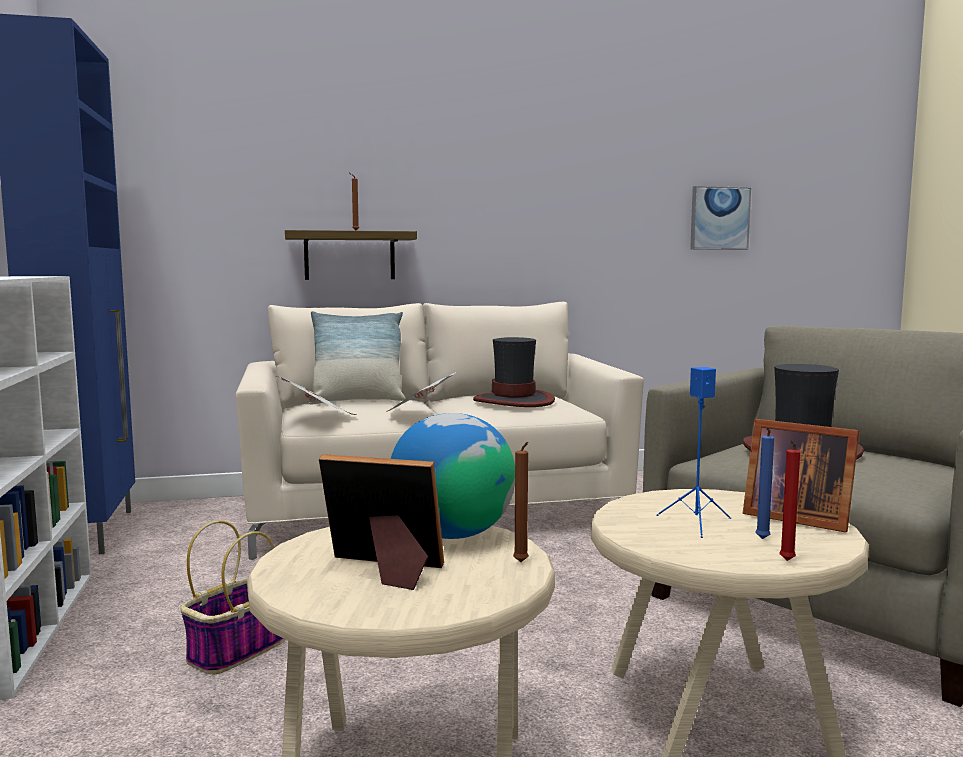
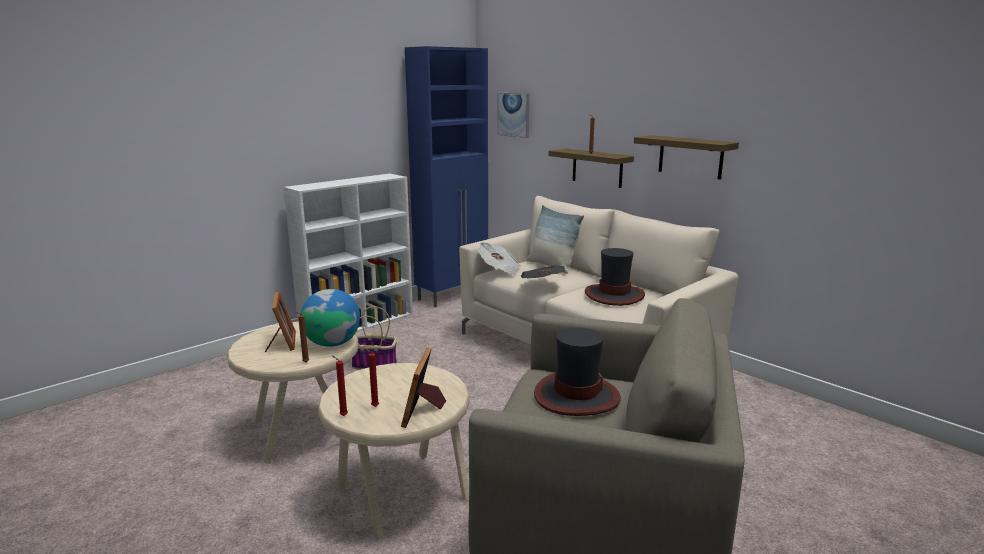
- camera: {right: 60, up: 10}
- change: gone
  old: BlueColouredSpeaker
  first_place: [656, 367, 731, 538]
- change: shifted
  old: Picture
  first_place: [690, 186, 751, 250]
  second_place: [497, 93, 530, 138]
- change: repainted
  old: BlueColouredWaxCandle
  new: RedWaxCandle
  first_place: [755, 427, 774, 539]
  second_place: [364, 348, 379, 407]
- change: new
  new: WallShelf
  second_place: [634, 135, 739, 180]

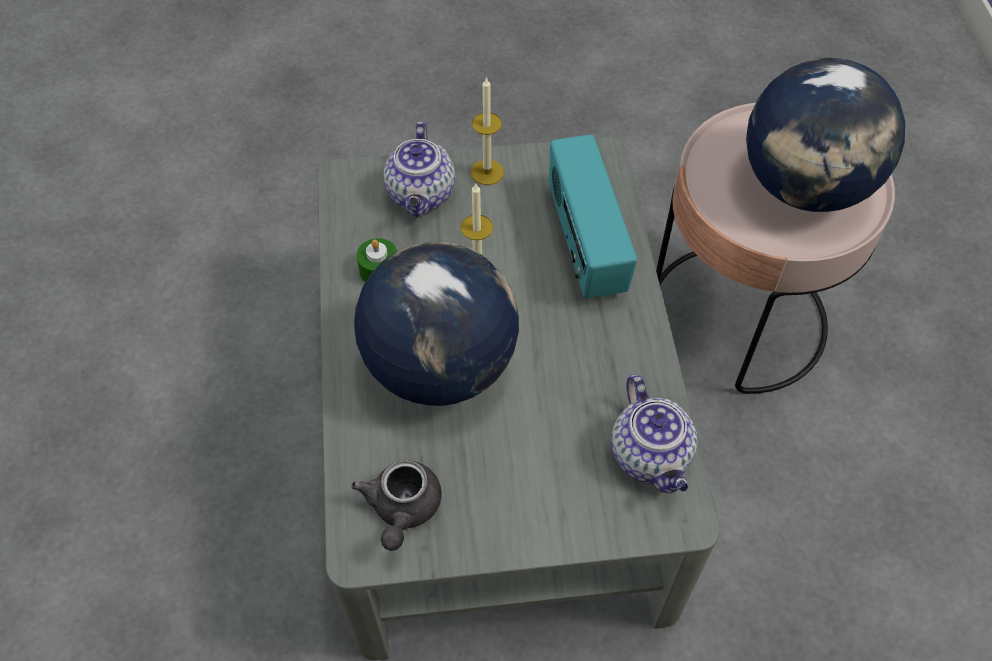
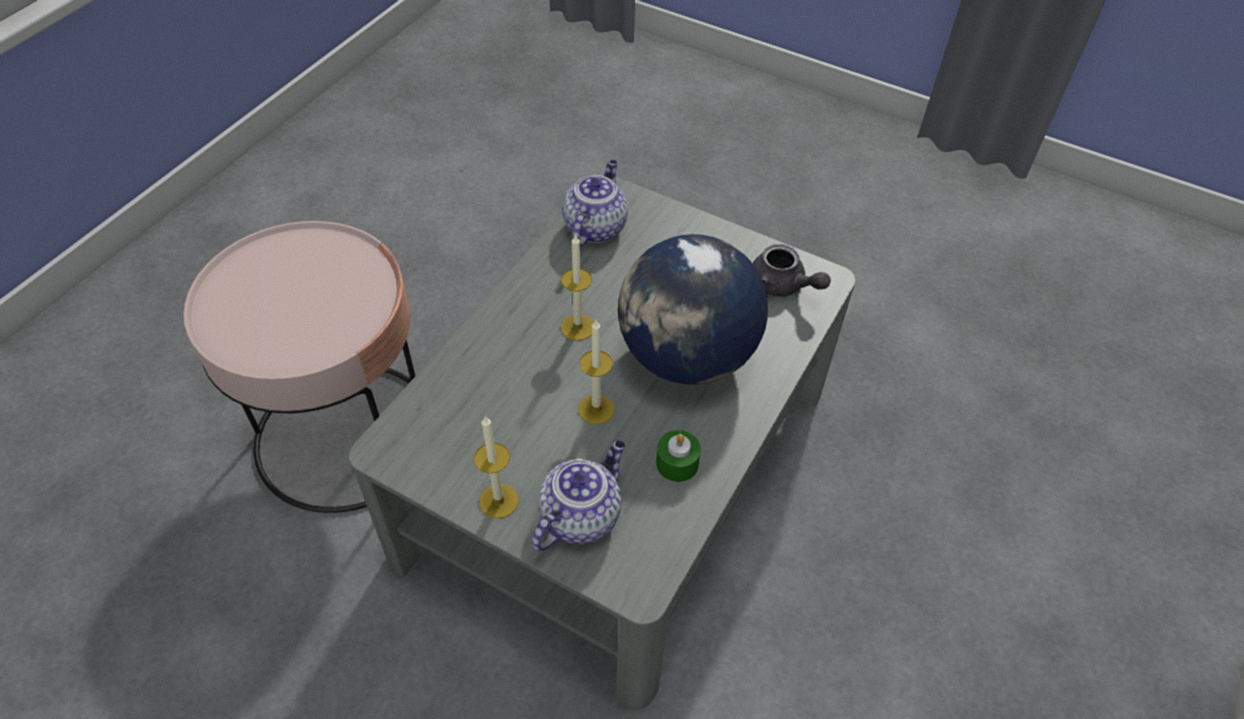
- camera: {right: -145, up: -5}
- change: rotated
  old: GrayTeapot
  first_place: [351, 460, 442, 551]
  second_place: [753, 244, 831, 297]
  degrees: 90
- change: gone
  old: RadioSet
  first_place: [549, 134, 637, 298]
- change: gone
  old: WorldGlobe
  first_place: [746, 58, 905, 212]
- change: new
  new: WaxCandle
  second_place: [561, 234, 594, 341]

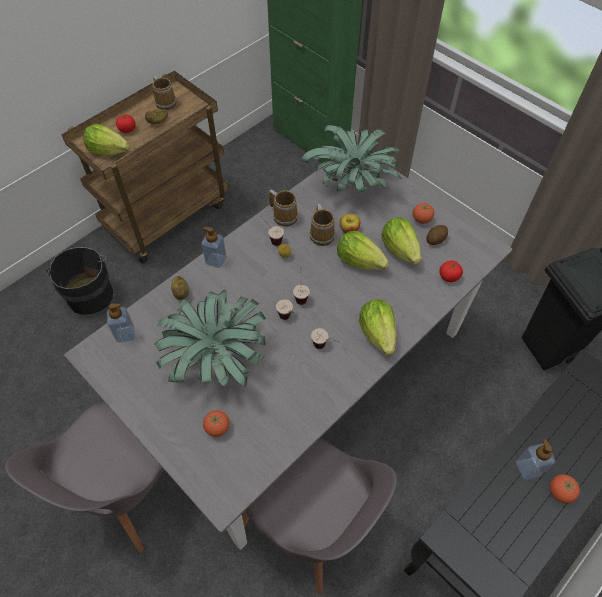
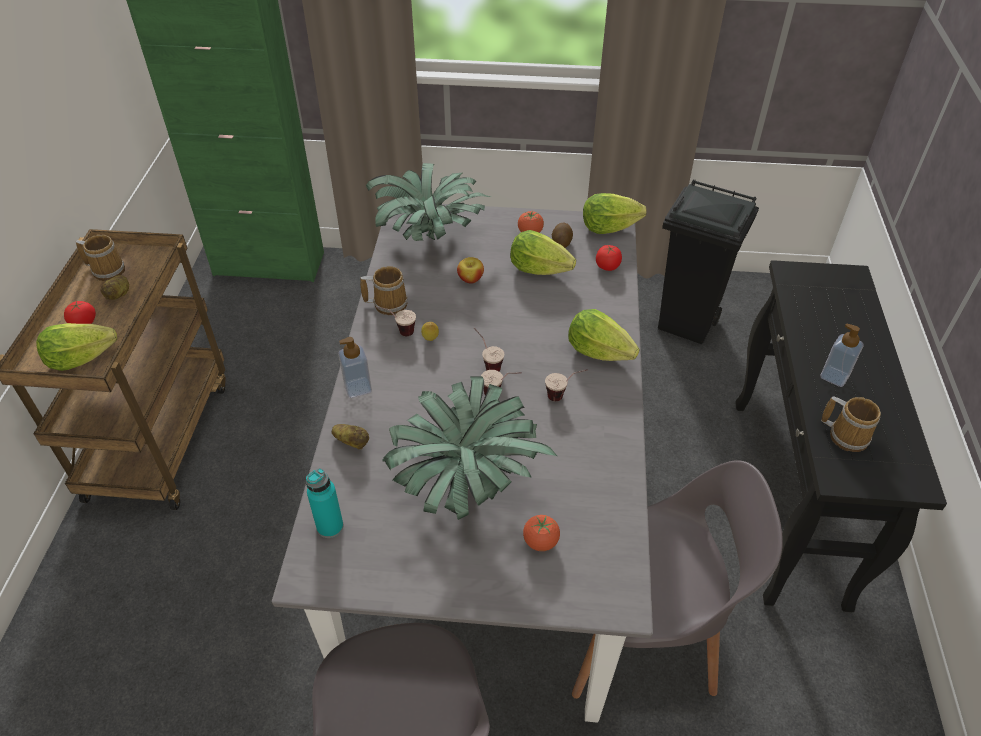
- camera: {right: -40, up: -10}
- change: gone
  old: BlackPail
  first_place: [46, 247, 113, 315]
- change: swapped
  old: SoapDispenser
  new: TurquoiseColouredBottle
  first_place: [107, 303, 135, 343]
  second_place: [306, 468, 344, 538]
- change: shifted
  old: TeaMug
  first_place: [310, 204, 335, 246]
  second_place: [821, 396, 881, 452]
- change: shifted
  old: LettuceHead
  first_place: [337, 231, 389, 270]
  second_place: [583, 193, 647, 234]
- change: gone
  old: WholeTomato
  first_place: [550, 474, 580, 503]

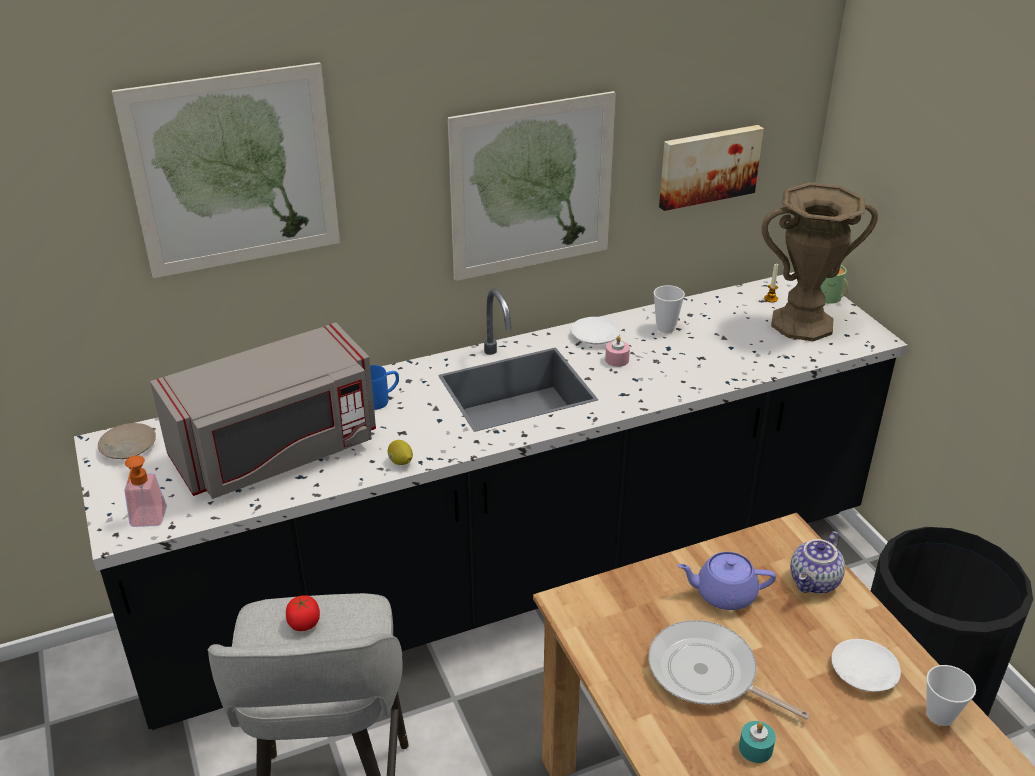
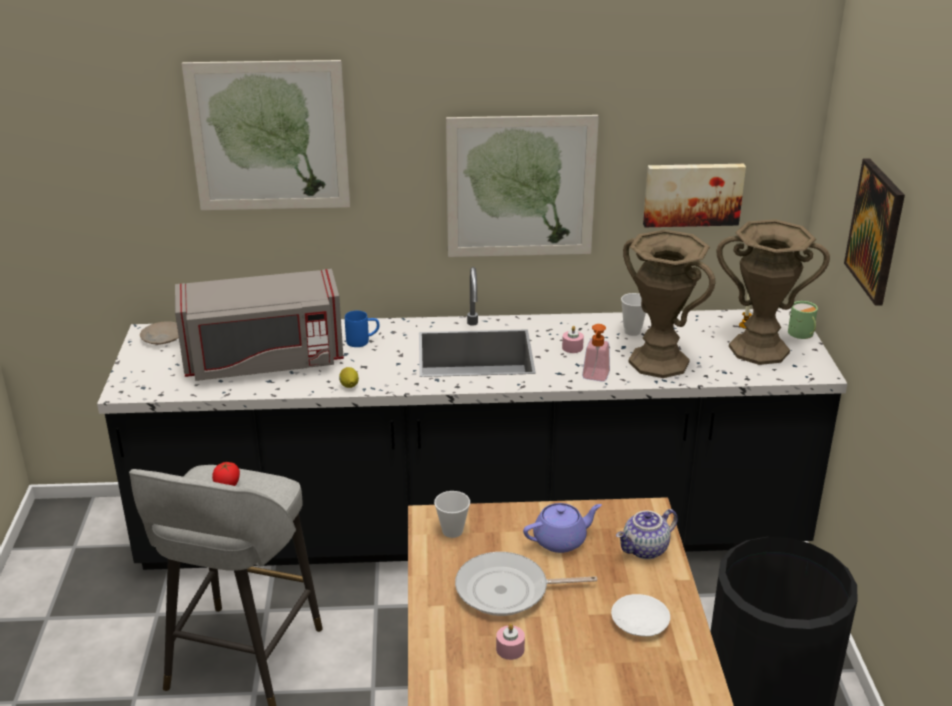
- camera: {right: 20, up: -5}
- change: shifted
  old: SoapDispenser
  first_place: [124, 455, 167, 527]
  second_place: [582, 324, 610, 382]
- change: gone
  old: WhiteColouredPlate
  first_place: [571, 317, 620, 345]
- change: rotated
  old: FryingPan
  first_place: [648, 620, 810, 720]
  second_place: [455, 552, 597, 616]
  degrees: -60
- change: rotated
  old: PurpleColouredTeapot
  first_place: [677, 552, 776, 610]
  second_place: [523, 503, 602, 553]
  degrees: 135
- change: repainted
  old: TurquoiseColouredWaxCandle
  new: PinkishWaxCandle
  first_place: [739, 721, 776, 763]
  second_place: [496, 624, 525, 660]
- change: shifted
  old: SmallCup
  first_place: [926, 665, 976, 726]
  second_place: [434, 491, 470, 538]
- change: new
  new: BrownColouredFlowerVase
  second_place: [623, 229, 715, 378]
- change: new
  new: Picture
  second_place: [844, 158, 905, 306]

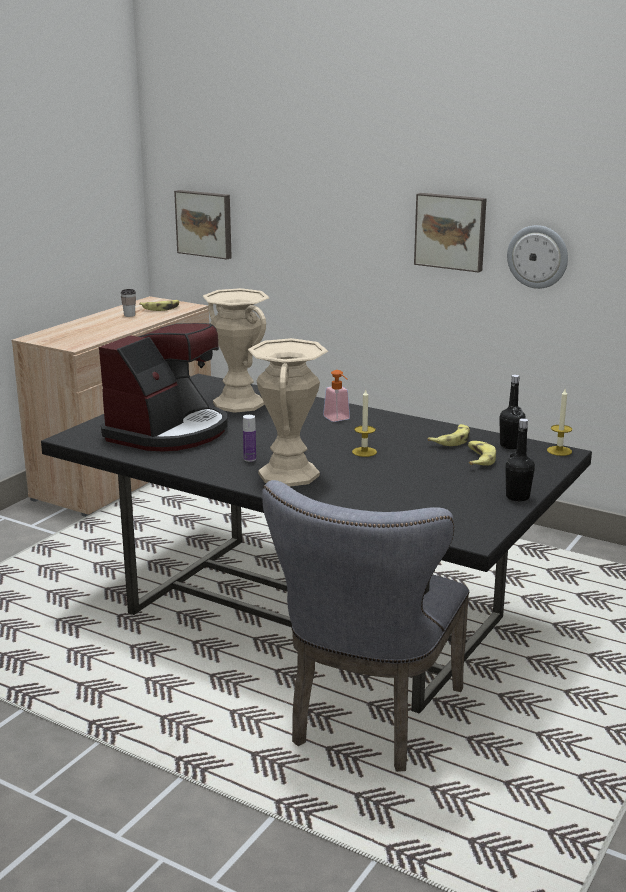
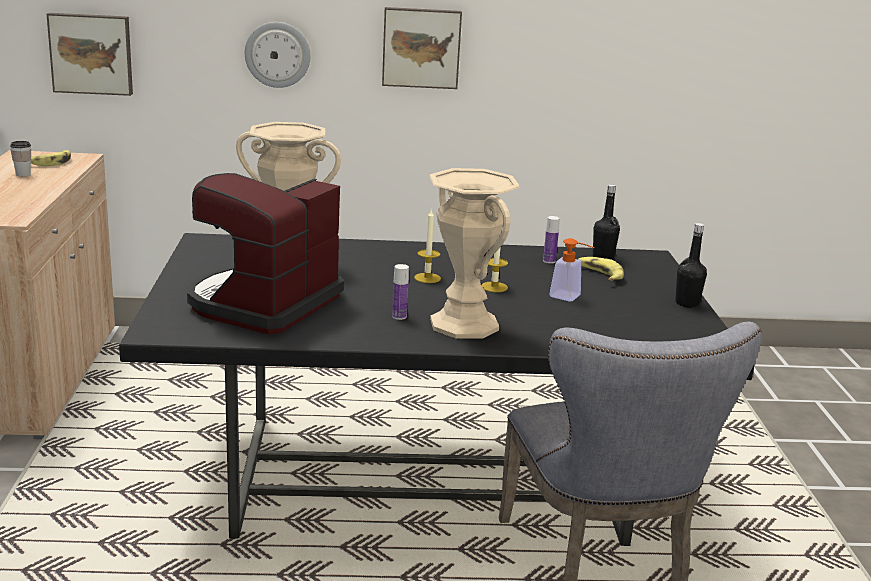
- camera: {right: -35, up: 0}
- change: rotated
  old: CoffeeMachine
  first_place: [99, 323, 228, 451]
  second_place: [187, 173, 344, 334]
  degrees: -150
- change: shifted
  old: SoapDispenser
  first_place: [323, 370, 350, 422]
  second_place: [550, 238, 595, 301]
- change: swapped
  old: BananaFruit
  new: Bottle
  first_place: [428, 424, 470, 446]
  second_place: [543, 216, 560, 264]
- change: shifted
  old: HangingClock
  first_place: [507, 225, 568, 289]
  second_place: [245, 22, 310, 88]
- change: shifted
  old: WaxCandle
  first_place: [547, 389, 572, 456]
  second_place: [414, 210, 441, 283]

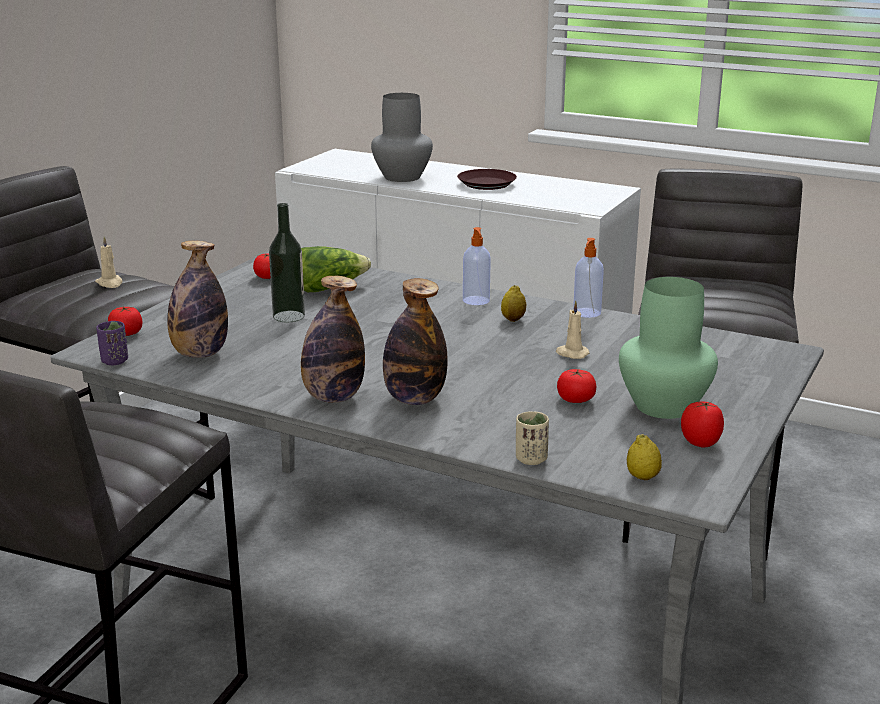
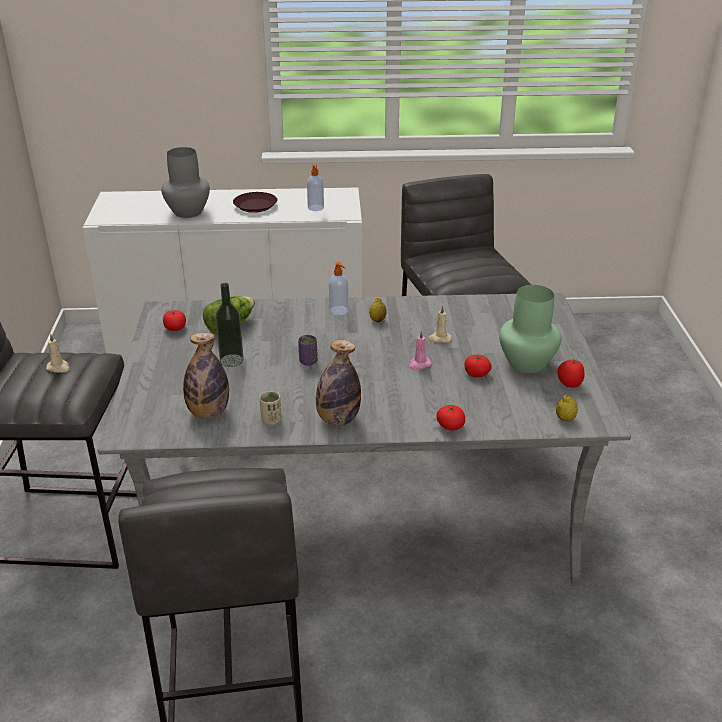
- camera: {right: -30, up: 10}
- change: shifted
  old: PurpleColouredSmallCup
  first_place: [96, 321, 128, 365]
  second_place: [298, 335, 318, 366]
- change: shifted
  old: WholeTomato
  first_place: [108, 306, 142, 336]
  second_place: [436, 405, 465, 430]
- change: gone
  old: Bottle
  first_place: [383, 278, 447, 405]
- change: shifted
  old: SandColouredSmallCup
  first_place: [516, 411, 549, 465]
  second_place: [259, 391, 281, 425]
- change: shifted
  old: SoapDispenser
  first_place: [573, 238, 604, 318]
  second_place: [307, 164, 324, 211]
- change: new
  new: PinkishWaxCandle
  second_place: [409, 331, 431, 370]

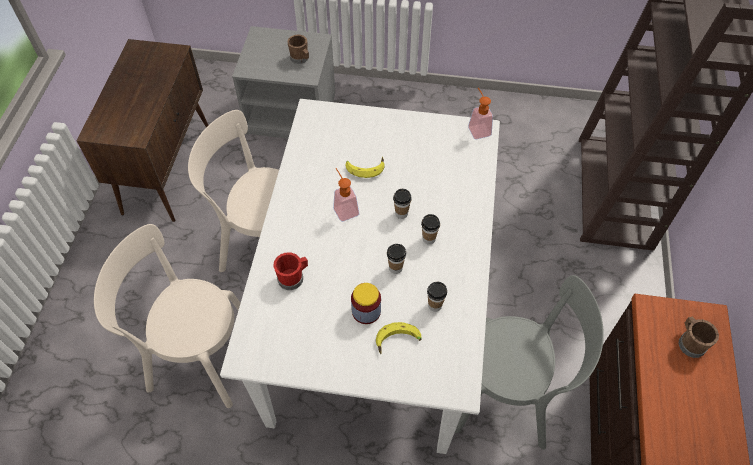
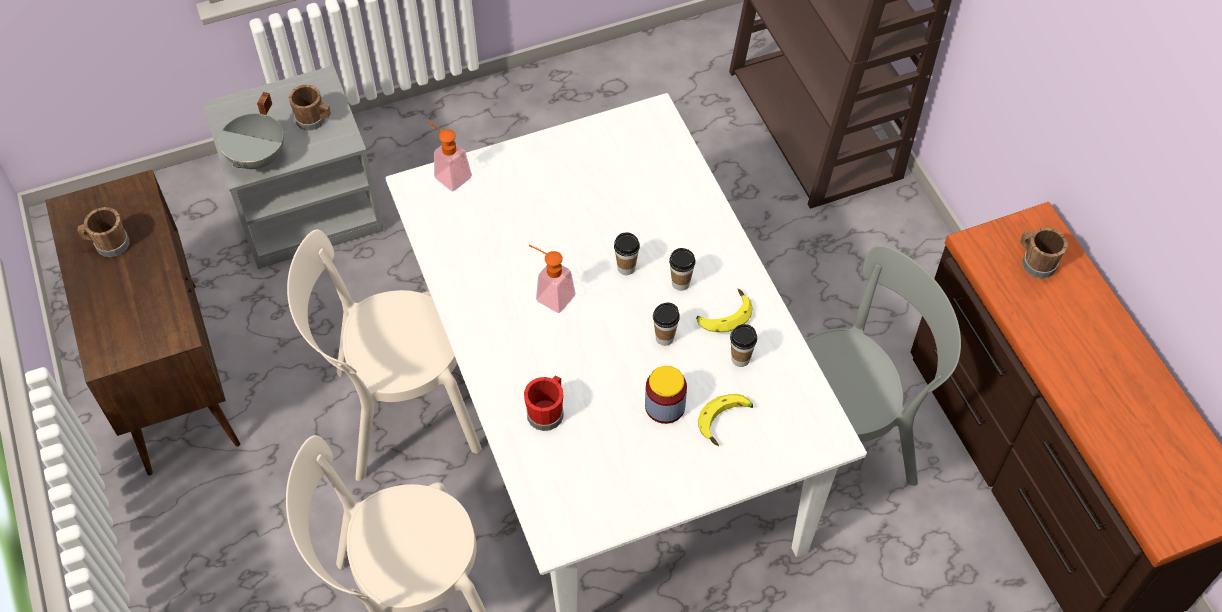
- camera: {right: -30, up: 0}
- change: shifted
  old: BananaFruit
  first_place: [345, 157, 385, 178]
  second_place: [696, 288, 753, 332]
- change: shifted
  old: SoapDispenser
  first_place: [468, 88, 493, 139]
  second_place: [428, 121, 472, 191]
- change: new
  new: BrownColouredTeaMug
  second_place: [77, 207, 130, 257]
- change: new
  new: GraySaucepot
  second_place: [218, 92, 284, 170]

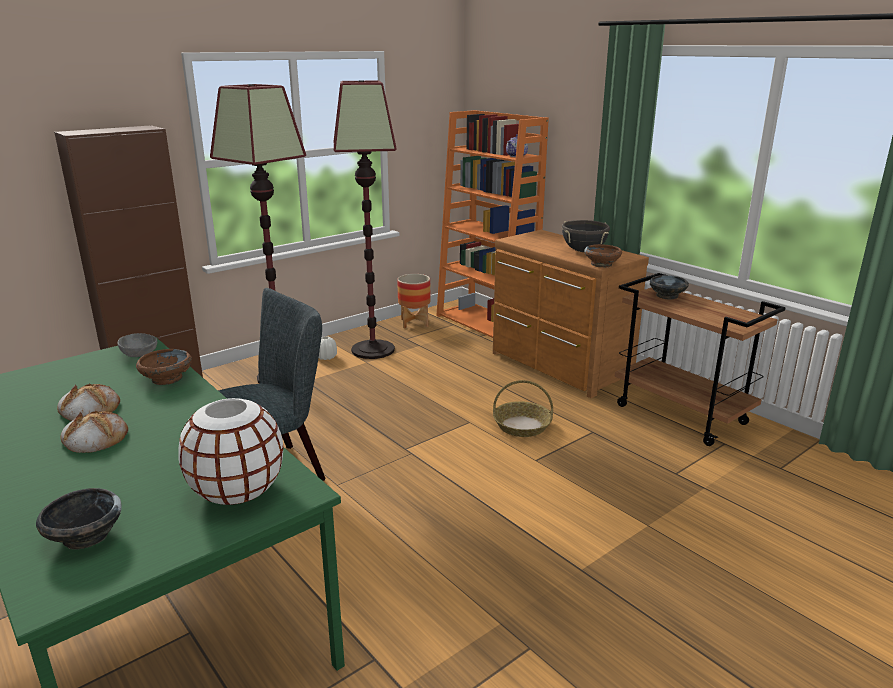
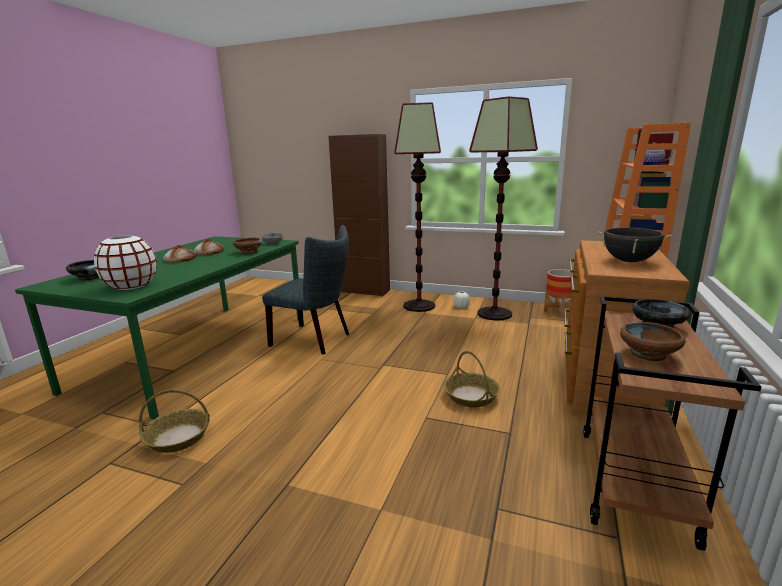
- camera: {right: 60, up: -5}
- change: shifted
  old: BrownColouredServingBowl
  first_place: [584, 244, 622, 267]
  second_place: [620, 322, 686, 362]
- change: new
  new: StorageBasket
  second_place: [139, 390, 210, 453]

